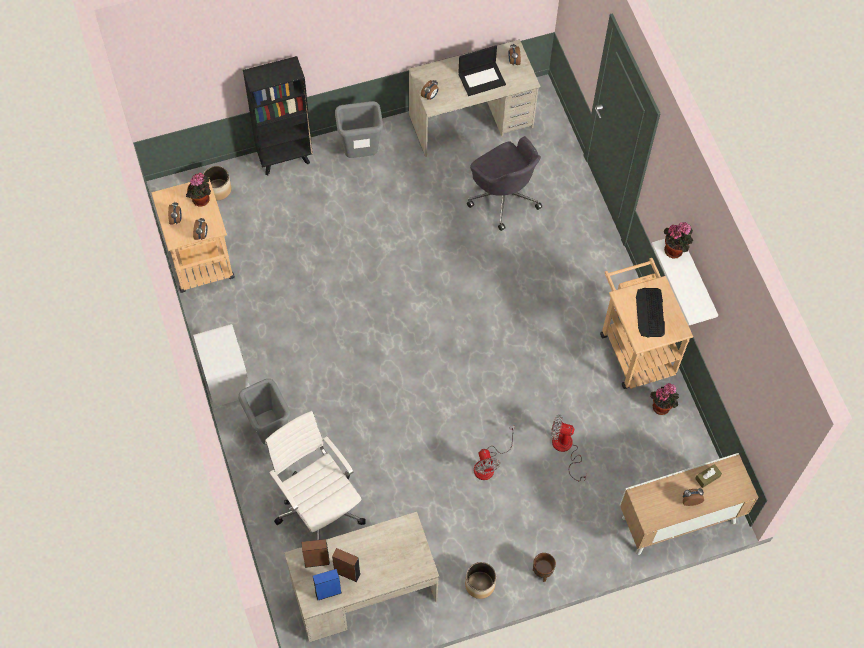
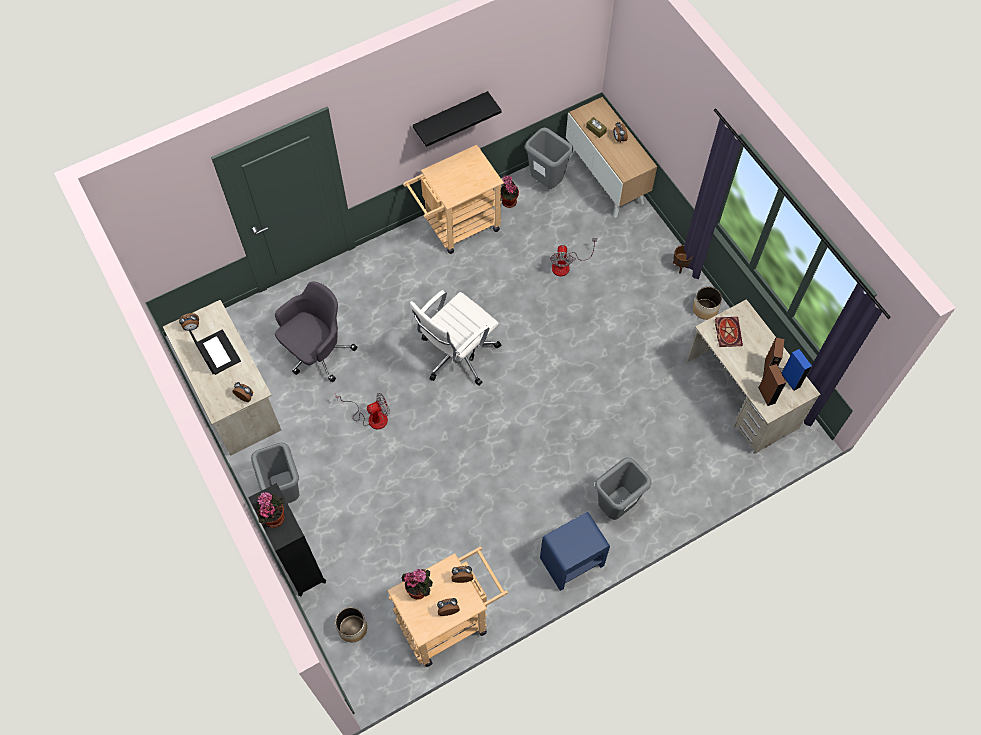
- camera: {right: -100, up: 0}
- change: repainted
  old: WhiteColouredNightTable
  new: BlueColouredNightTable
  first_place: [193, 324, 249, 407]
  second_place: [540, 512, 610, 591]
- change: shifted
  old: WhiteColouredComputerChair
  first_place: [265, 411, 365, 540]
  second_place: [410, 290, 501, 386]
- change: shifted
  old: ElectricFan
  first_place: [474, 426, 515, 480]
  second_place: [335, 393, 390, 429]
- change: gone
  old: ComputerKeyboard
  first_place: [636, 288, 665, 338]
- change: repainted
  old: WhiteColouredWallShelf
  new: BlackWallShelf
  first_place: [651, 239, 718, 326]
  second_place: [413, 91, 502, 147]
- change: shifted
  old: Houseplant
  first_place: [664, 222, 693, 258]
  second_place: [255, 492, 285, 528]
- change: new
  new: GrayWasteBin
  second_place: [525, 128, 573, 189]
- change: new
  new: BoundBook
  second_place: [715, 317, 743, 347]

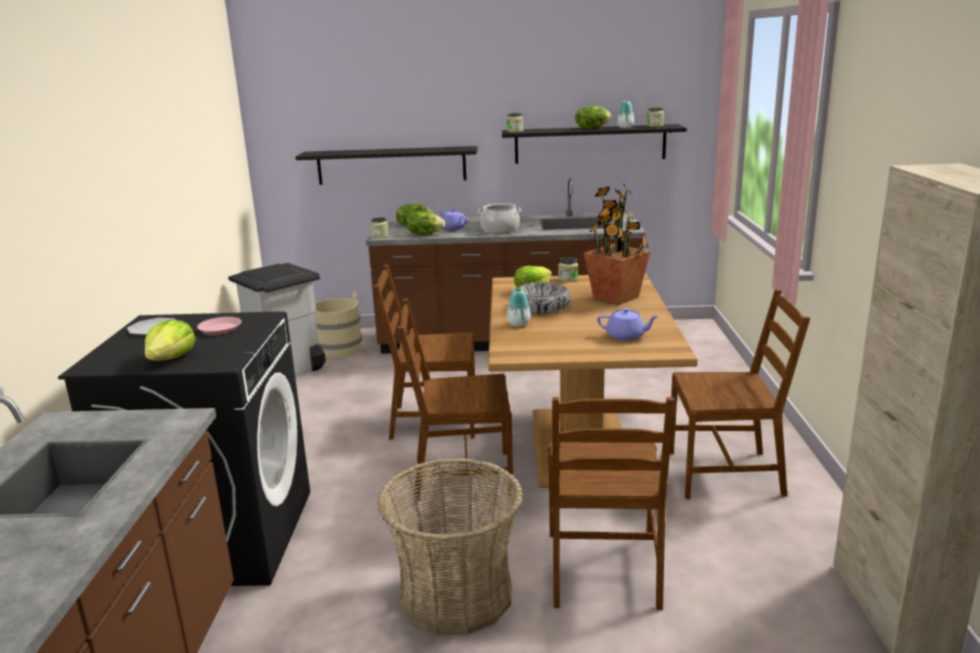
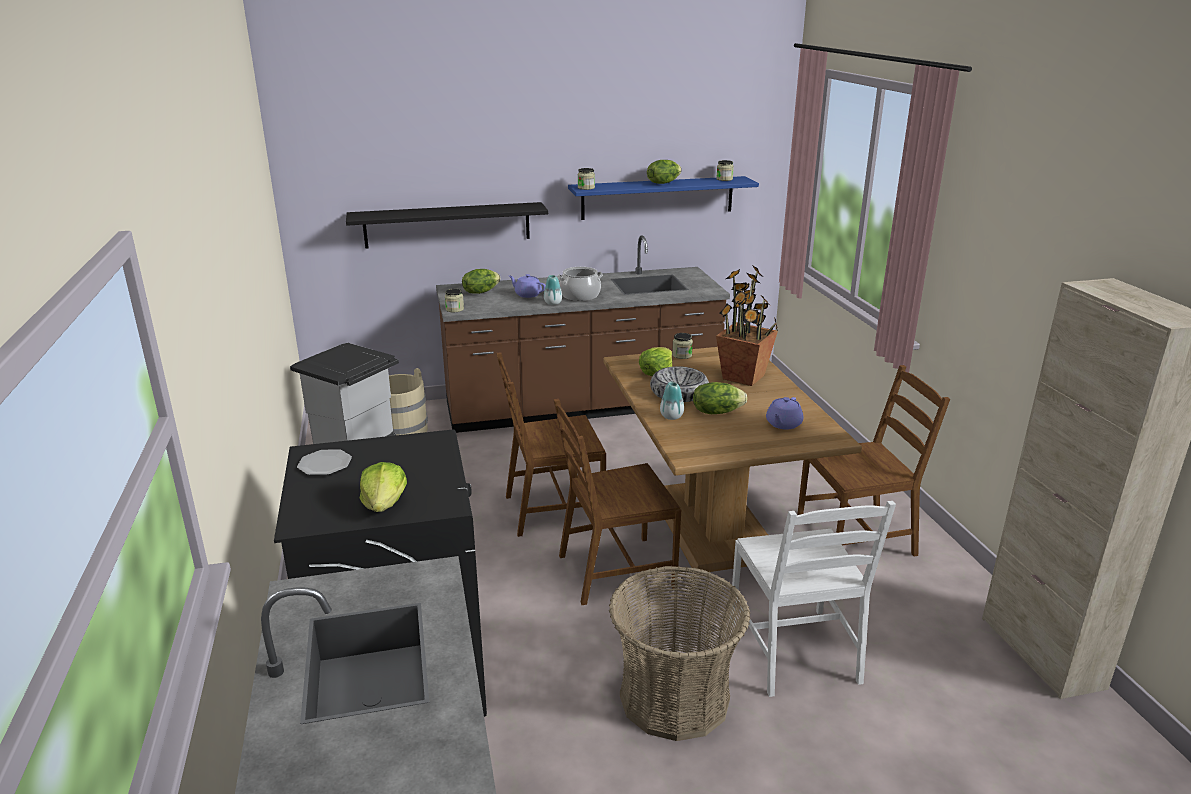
- camera: {right: -15, up: 5}
- change: gone
  old: PinkishPlate
  first_place: [197, 317, 242, 335]
- change: shifted
  old: LettuceHead
  first_place: [406, 211, 445, 235]
  second_place: [693, 382, 747, 414]
- change: repainted
  old: BlackWallShelf
  new: BlueColouredWallShelf
  first_place: [502, 124, 687, 164]
  second_place: [568, 176, 759, 220]
- change: repainted
  old: BrownColouredUprightChair
  new: WhiteColouredUprightChair
  first_place: [549, 397, 675, 610]
  second_place: [729, 501, 896, 697]
- change: rotated
  old: PurpleColouredTeapot
  first_place: [597, 308, 659, 341]
  second_place: [766, 397, 803, 430]
  degrees: 120
- change: shifted
  old: FlowerVase
  first_place: [617, 101, 634, 128]
  second_place: [544, 275, 562, 305]

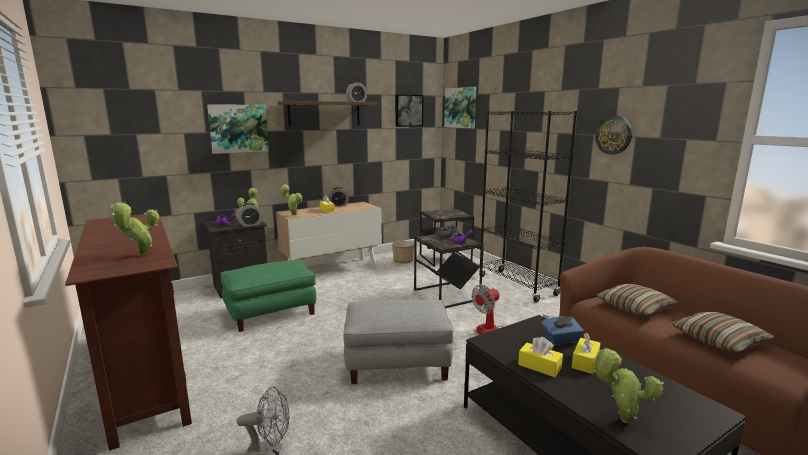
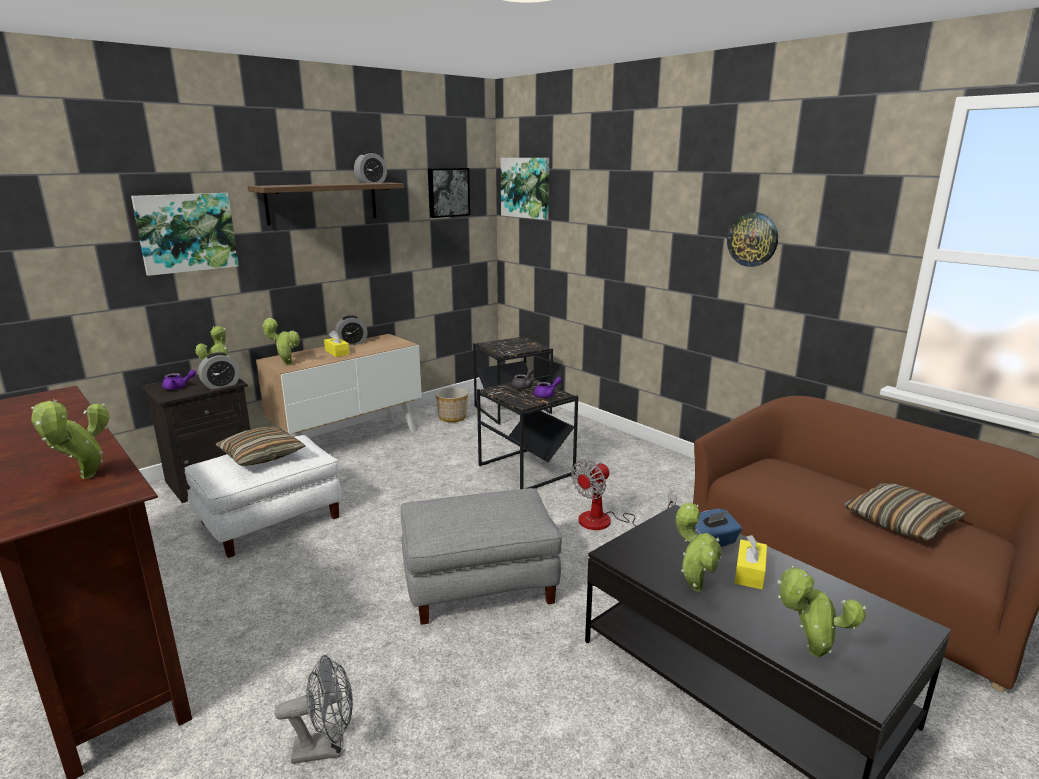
- camera: {right: -10, up: 5}
- change: repainted
  old: GreenishFootrest
  new: WhiteColouredFootrest
  first_place: [220, 260, 316, 332]
  second_place: [184, 435, 341, 558]
- change: gone
  old: BlackShelvingUnit
  first_place: [479, 111, 577, 302]
- change: swapped
  old: YellowishBoxOfTissues
  new: Houseplant
  first_place: [518, 337, 563, 377]
  second_place: [676, 503, 722, 592]
- change: shifted
  old: ThrowPillow
  first_place: [596, 284, 679, 316]
  second_place: [215, 426, 306, 466]

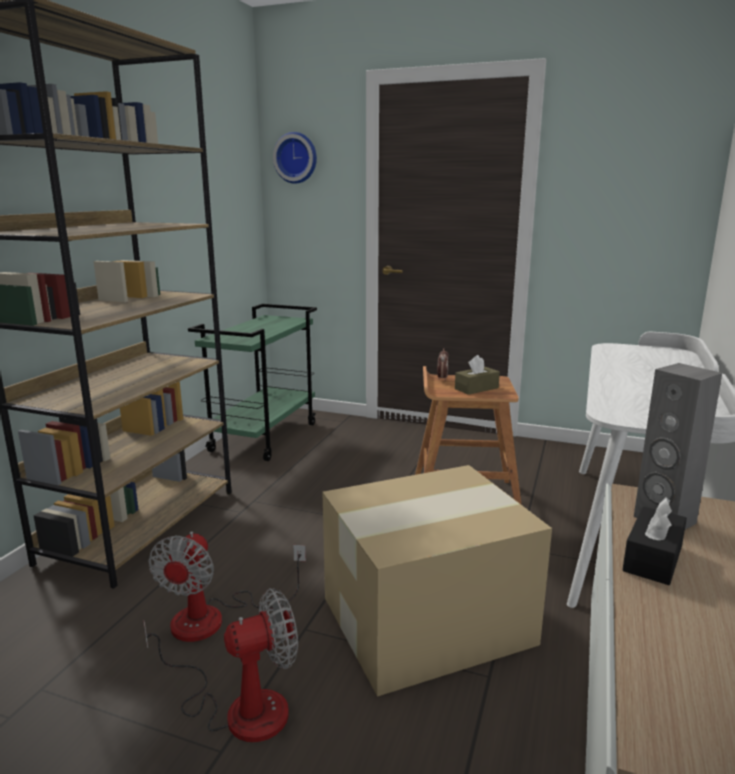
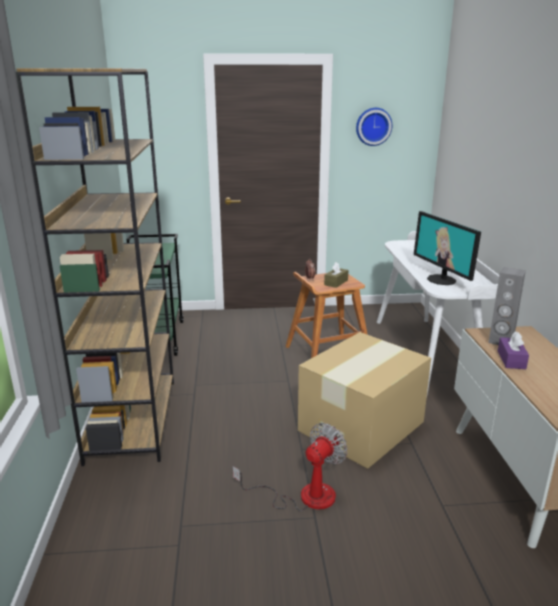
- camera: {right: -25, up: 5}
- change: gone
  old: ElectricFan
  first_place: [148, 531, 306, 642]
- change: shifted
  old: HangingClock
  first_place: [273, 132, 317, 184]
  second_place: [356, 108, 392, 146]
- change: repainted
  old: BlackBoxOfTissues
  new: PurpleColouredBoxOfTissues
  first_place: [623, 498, 687, 585]
  second_place: [498, 331, 529, 369]
- change: new
  new: ComputerScreen
  second_place: [414, 211, 481, 285]

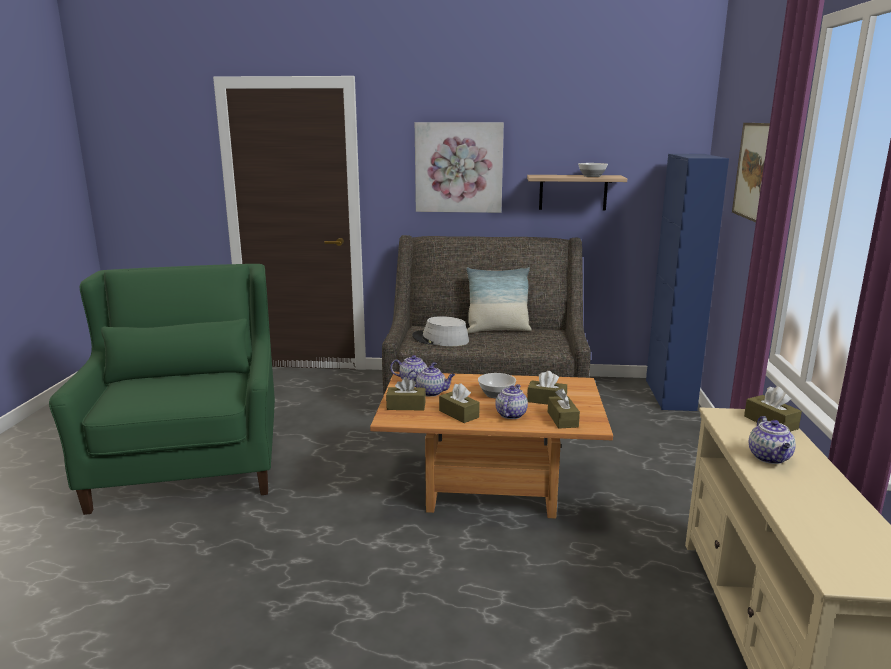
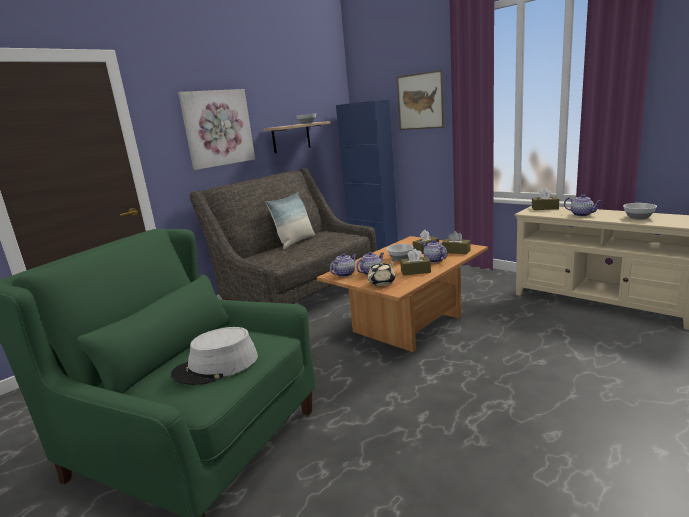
- camera: {right: -50, up: 0}
- change: swapped
  old: BrownColouredBoxOfTissues
  new: SandColouredTeapot
  first_place: [386, 377, 426, 411]
  second_place: [368, 260, 395, 286]
- change: shifted
  old: GrayHat
  first_place: [412, 316, 469, 346]
  second_place: [171, 327, 258, 385]
- change: new
  new: ServingBowl
  second_place: [623, 203, 657, 220]

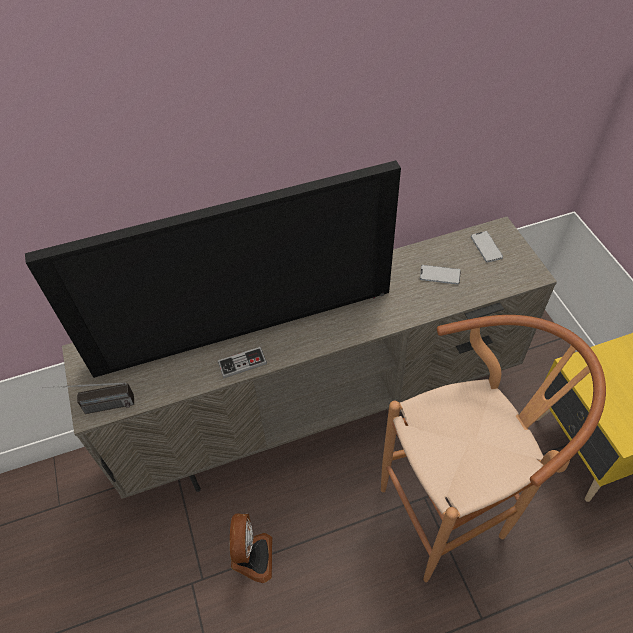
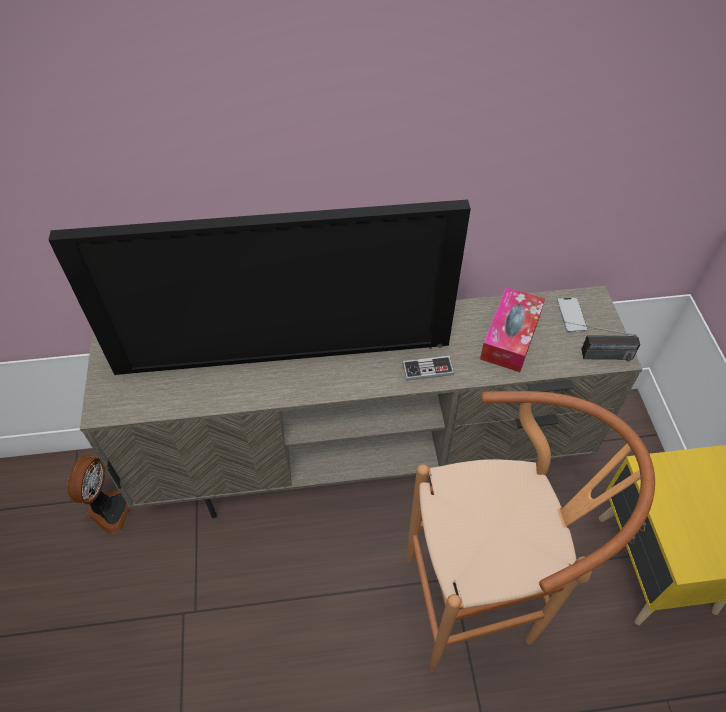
- camera: {right: 10, up: 0}
- change: shifted
  old: RadioSet
  first_place: [42, 382, 134, 414]
  second_place: [565, 322, 641, 361]
- change: shifted
  old: Gamepad
  first_place: [218, 347, 267, 378]
  second_place: [402, 356, 454, 381]
- change: shifted
  old: ElectricFan
  first_place: [230, 514, 272, 583]
  second_place: [67, 455, 130, 534]
- change: swapped
  old: Phone
  new: BoxOfTissues
  first_place: [420, 265, 461, 285]
  second_place: [480, 287, 545, 372]

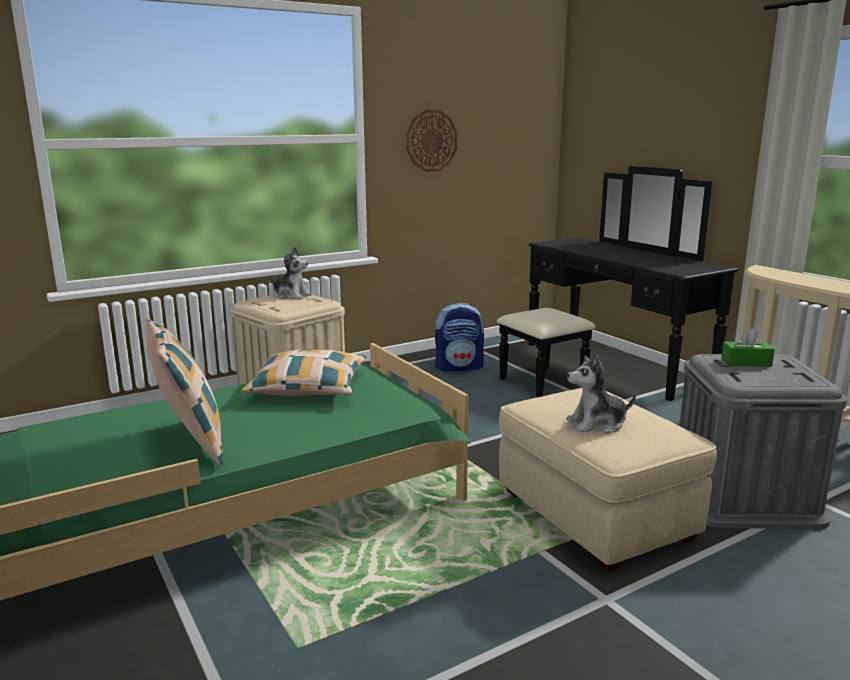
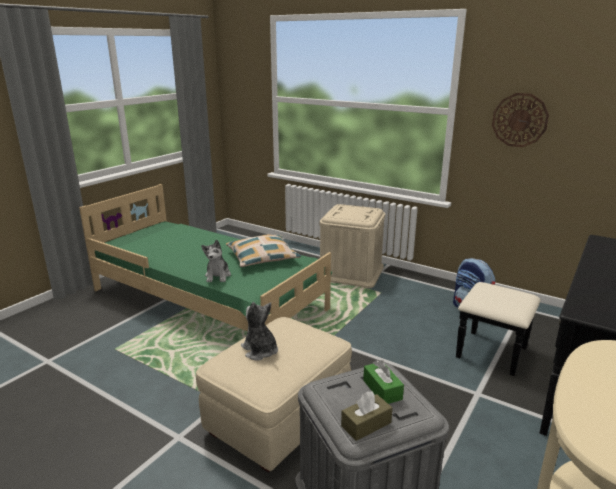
- camera: {right: 65, up: 5}
- change: gone
  old: ThrowPillow
  first_place: [146, 318, 223, 466]
- change: shifted
  old: PlushToy
  first_place: [269, 247, 312, 300]
  second_place: [201, 240, 231, 282]
- change: new
  new: BrownColouredBoxOfTissues
  second_place: [341, 392, 392, 441]

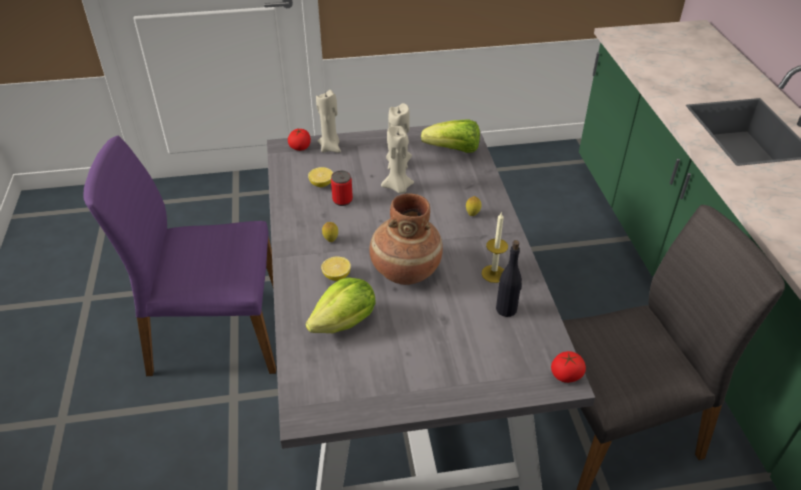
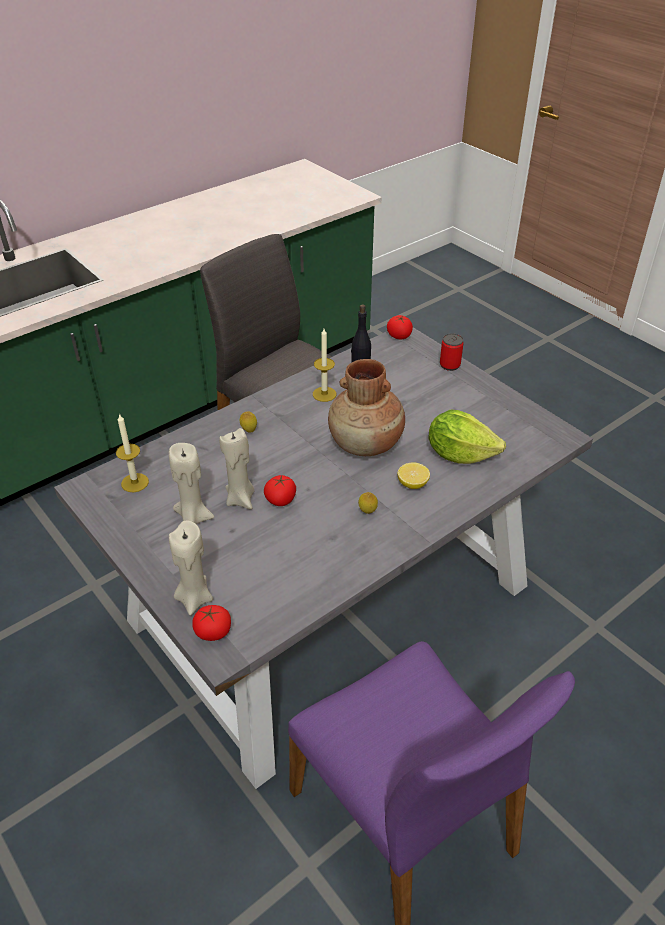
- camera: {right: -120, up: 0}
- change: gone
  old: Lemon
  first_place: [308, 167, 333, 187]
- change: shifted
  old: Can
  first_place: [331, 171, 353, 206]
  second_place: [440, 333, 464, 371]
- change: swapped
  old: LettuceHead
  new: WaxCandle
  first_place: [421, 119, 480, 153]
  second_place: [116, 413, 149, 492]
- change: new
  new: WholeTomato
  second_place: [264, 475, 296, 506]

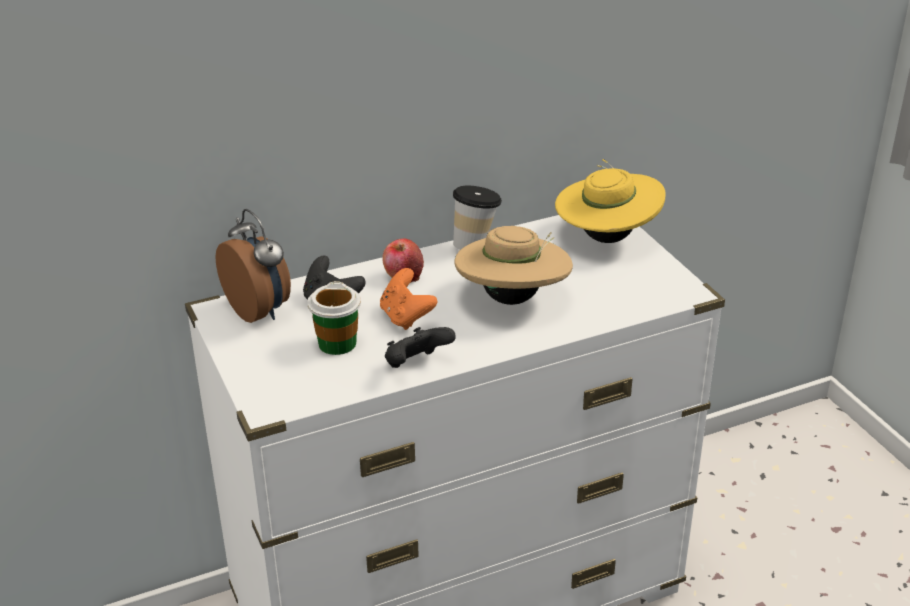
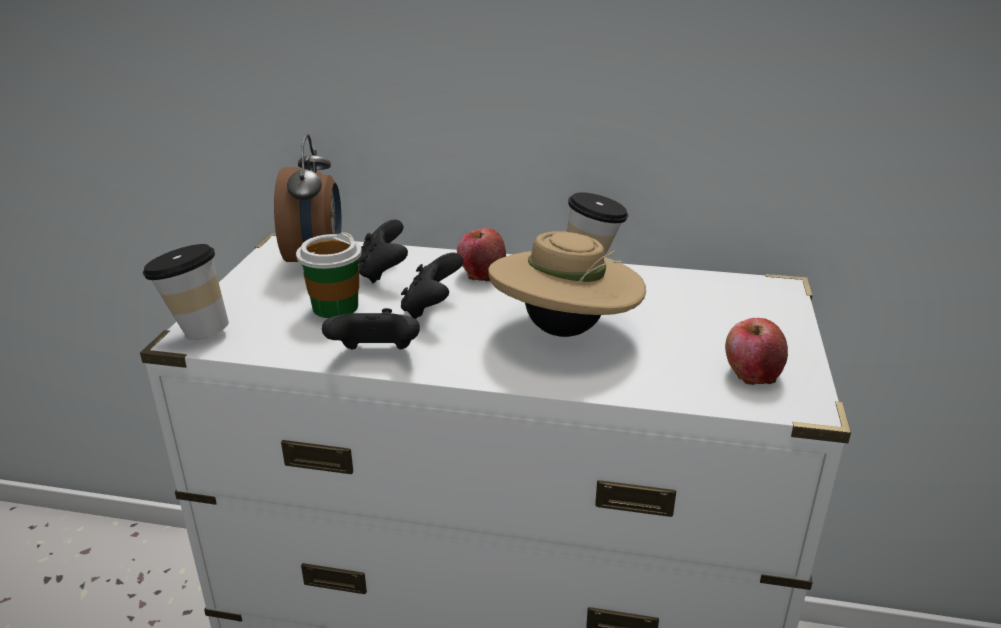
- camera: {right: 35, up: -5}
- change: repainted
  old: OrangeGamepad
  new: BlackGamepad
  first_place: [380, 268, 437, 330]
  second_place: [401, 252, 463, 319]
- change: gone
  old: YellowishHat
  first_place: [555, 159, 666, 243]
- change: new
  new: SmallCup
  second_place: [143, 244, 229, 340]
- change: new
  new: AppleFruit
  second_place: [725, 318, 788, 385]

